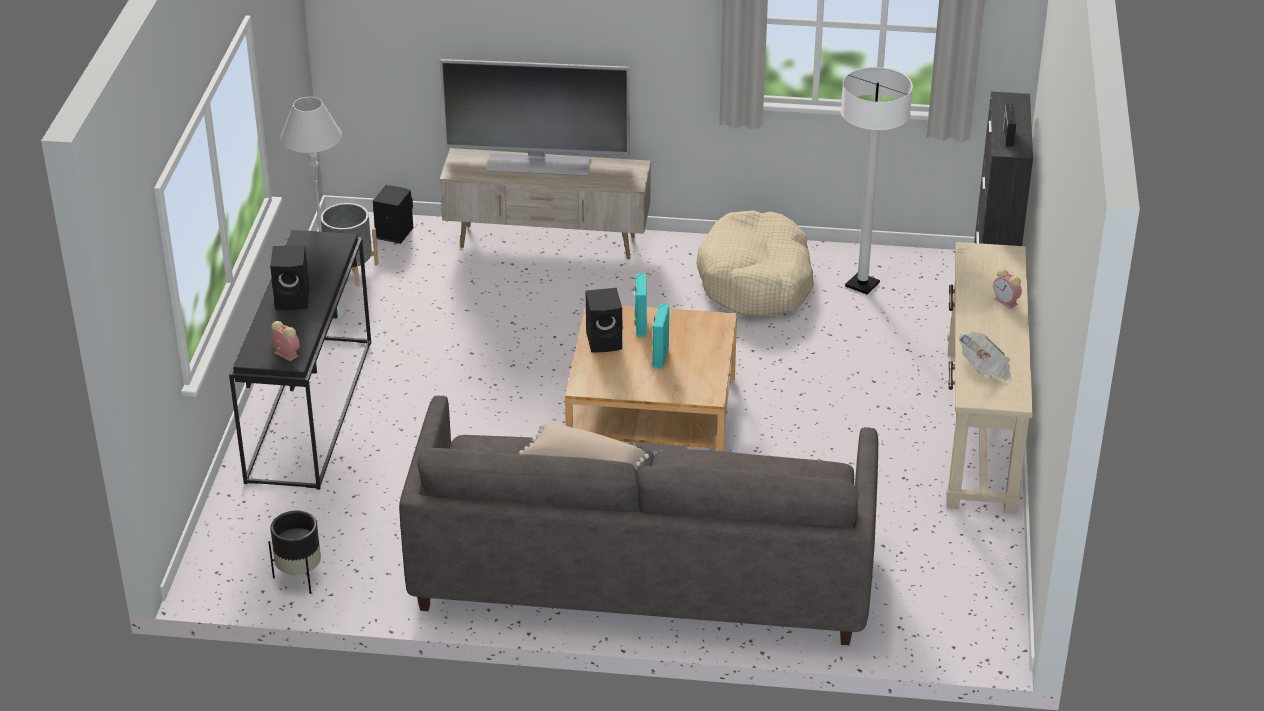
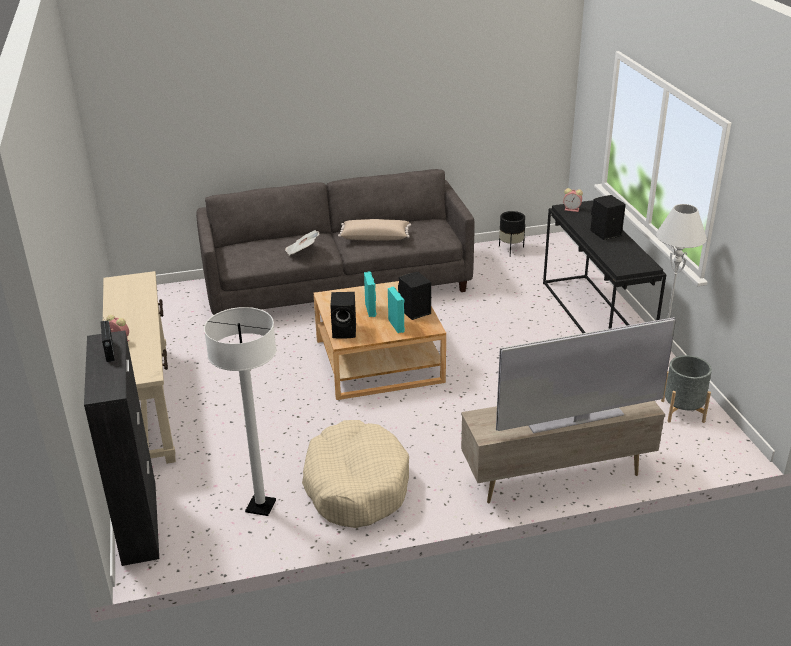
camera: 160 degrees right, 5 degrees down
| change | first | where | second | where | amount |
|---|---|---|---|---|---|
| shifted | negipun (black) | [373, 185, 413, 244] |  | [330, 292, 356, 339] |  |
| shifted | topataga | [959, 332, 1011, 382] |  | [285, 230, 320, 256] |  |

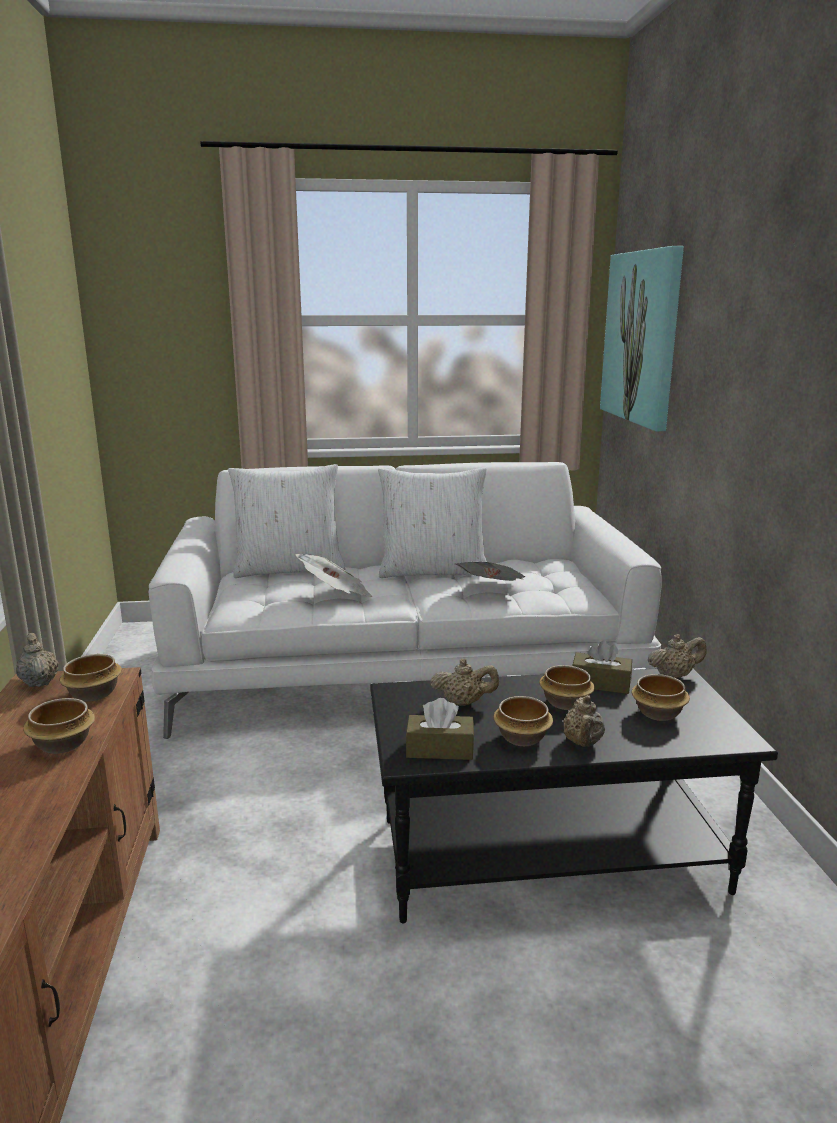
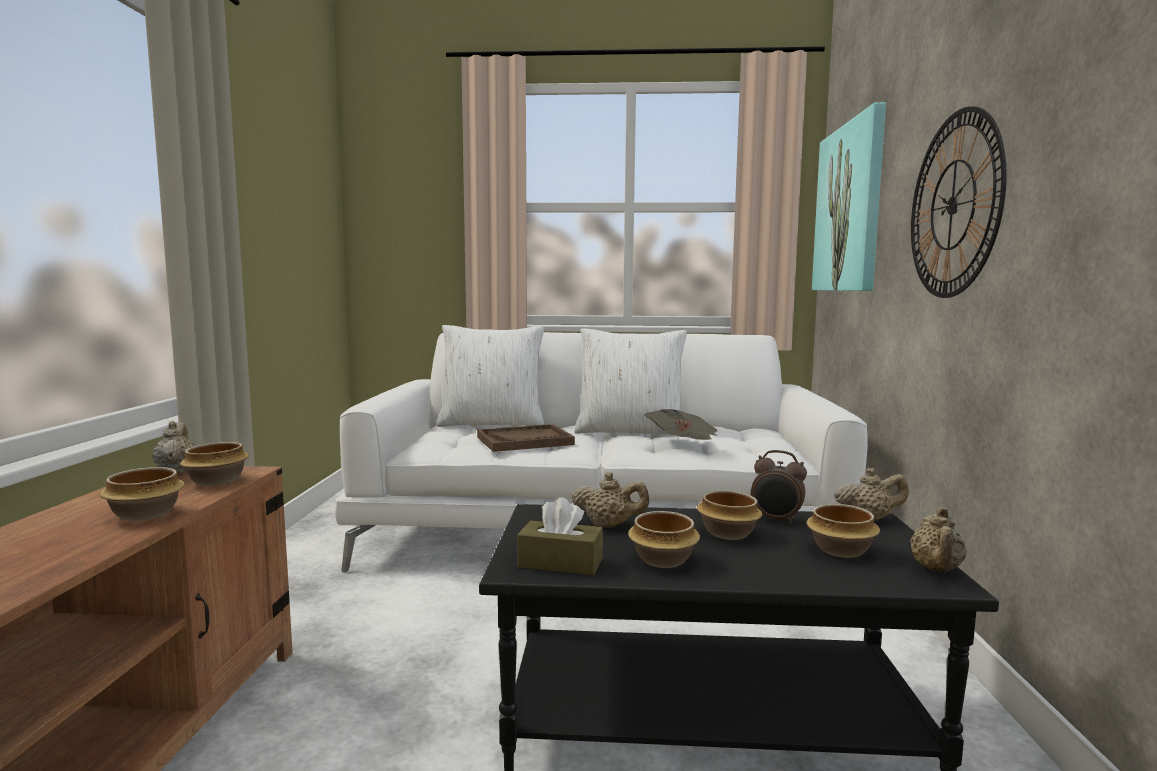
camera: 10 degrees right, 10 degrees down
| change | first | where | second | where | amount |
|---|---|---|---|---|---|
| swapped | topataga | [295, 554, 373, 597] | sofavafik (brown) | [477, 424, 575, 452] |  |
| shifted | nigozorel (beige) | [563, 695, 605, 747] |  | [910, 507, 967, 572] |  |
| swapped | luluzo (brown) | [572, 640, 632, 694] | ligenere | [751, 450, 807, 525] |  |
| new |  |  | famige | [911, 106, 1007, 298] |  |

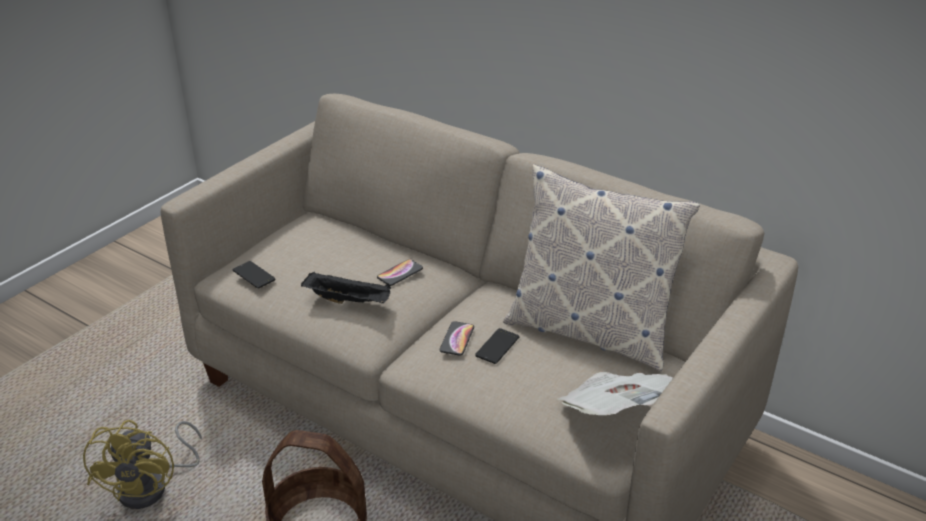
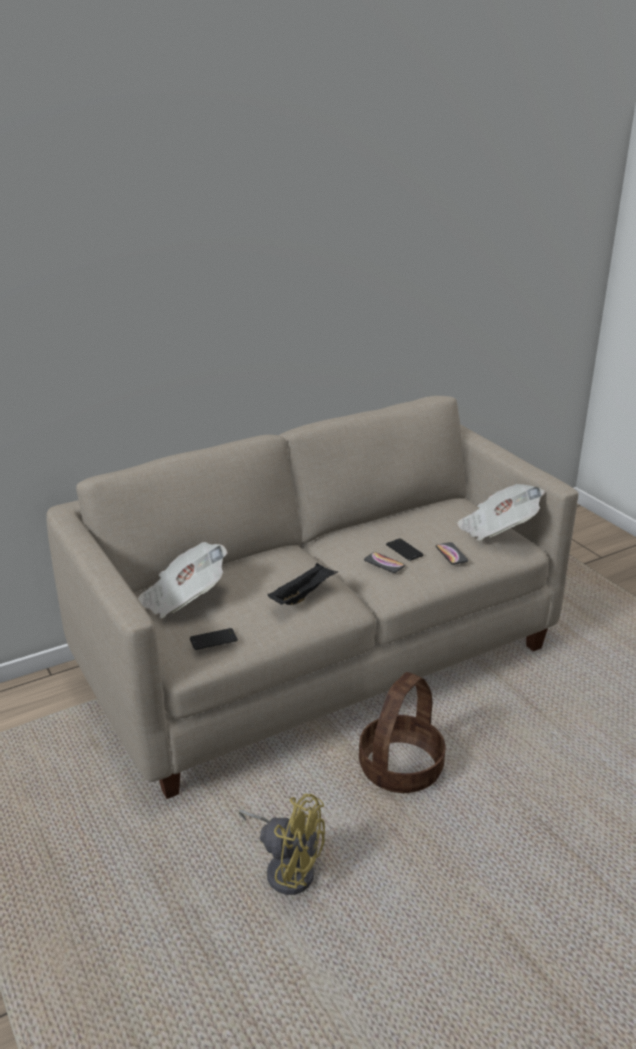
camera: 65 degrees left, 5 degrees down
| change | first | where | second | where | amount |
|---|---|---|---|---|---|
| shifted | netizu | [377, 259, 423, 286] |  | [436, 542, 468, 565] |  |
| gone | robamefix | [503, 164, 700, 372] |  |  |  |
| new |  |  | topataga | [138, 542, 228, 618] |  |

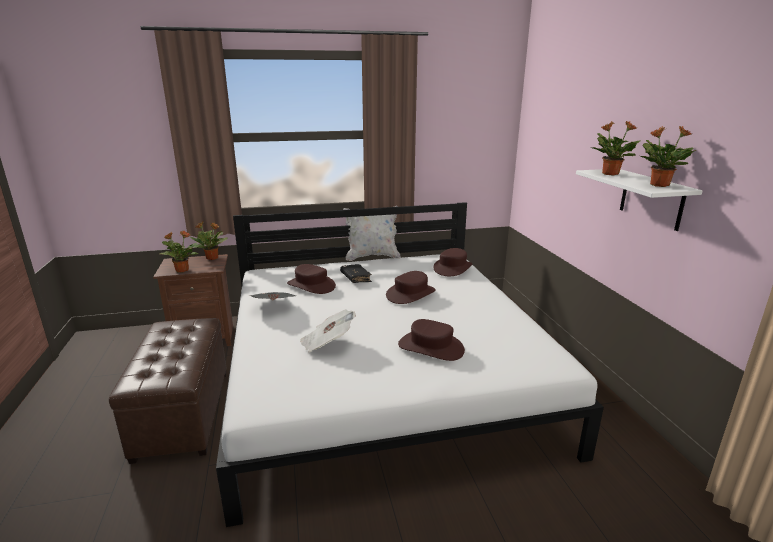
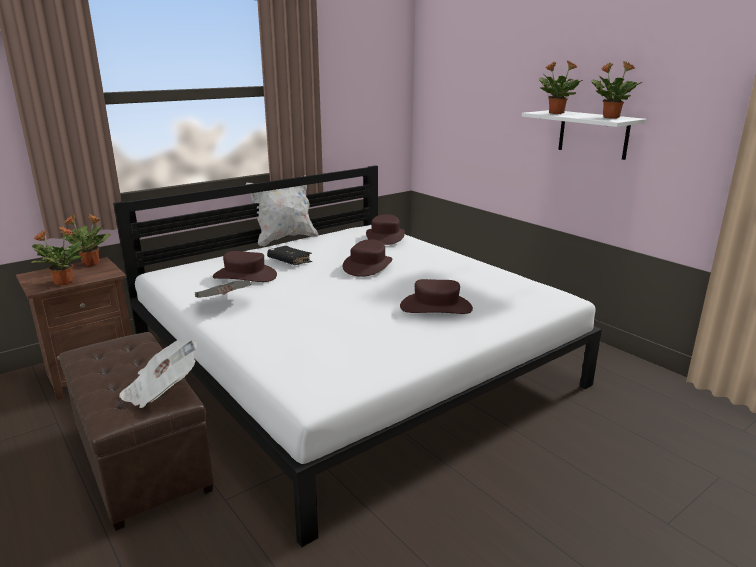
camera: 25 degrees left, 0 degrees up
| change | first | where | second | where | amount |
|---|---|---|---|---|---|
| shifted | topataga | [300, 309, 356, 352] |  | [119, 340, 198, 408] |  |

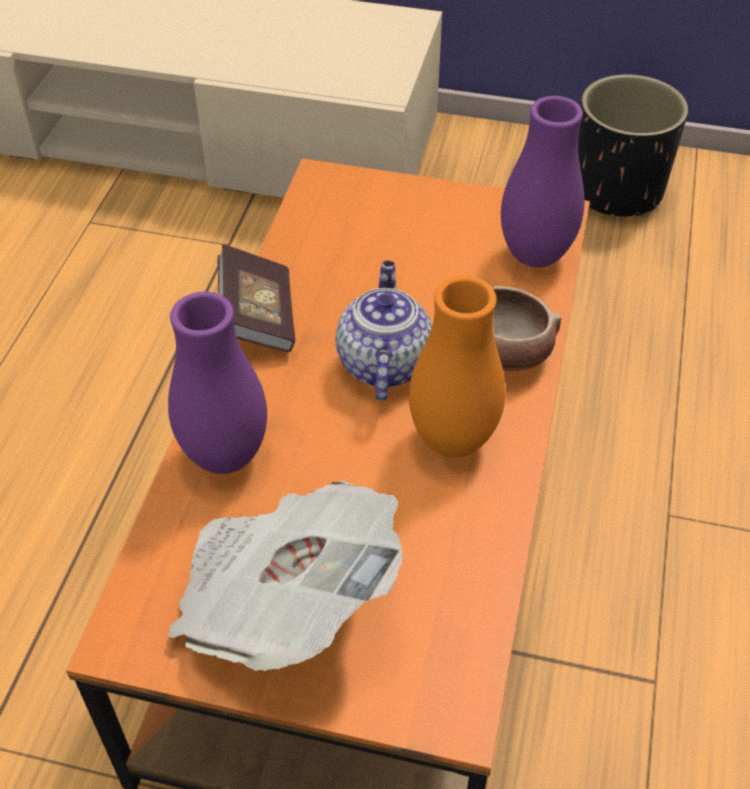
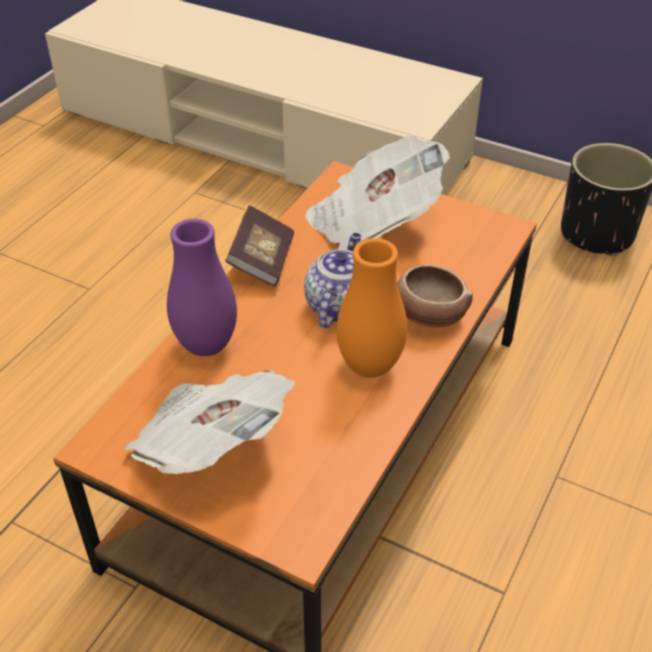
camera: 15 degrees right, 5 degrees down
| change | first | where | second | where | amount |
|---|---|---|---|---|---|
| gone | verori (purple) | [501, 96, 584, 267] |  |  |  |
| new |  |  | topataga | [305, 135, 450, 250] |  |

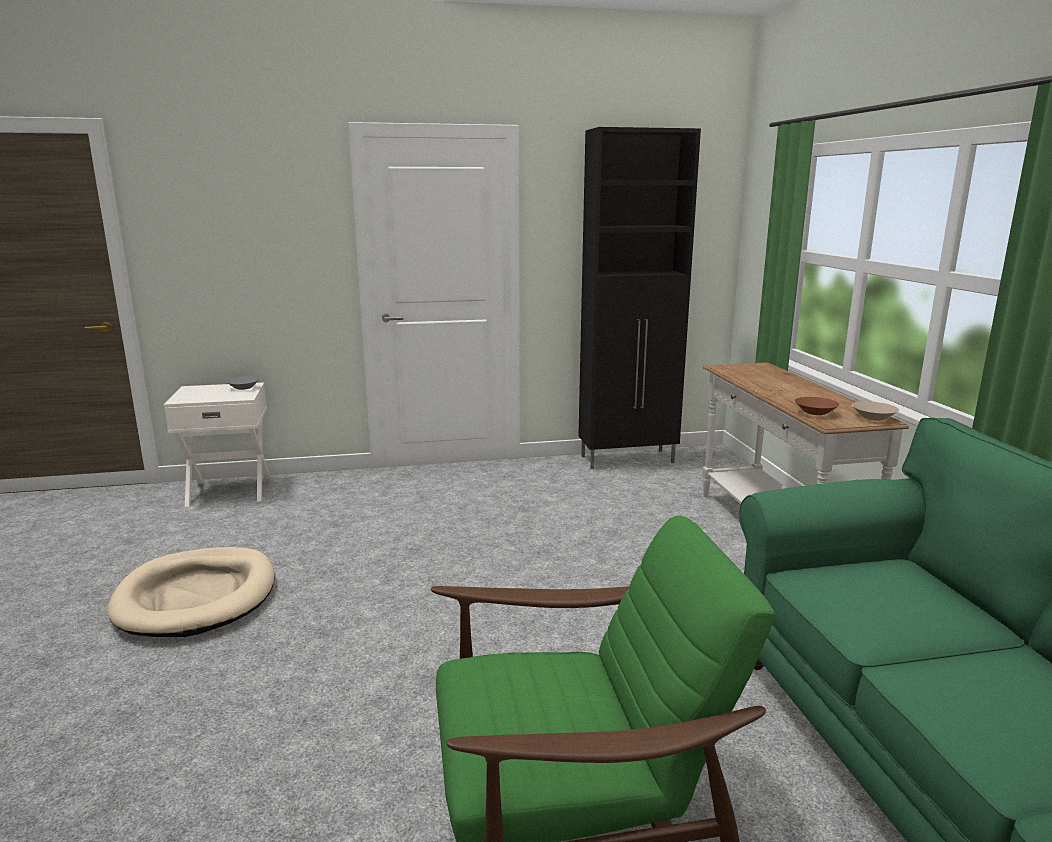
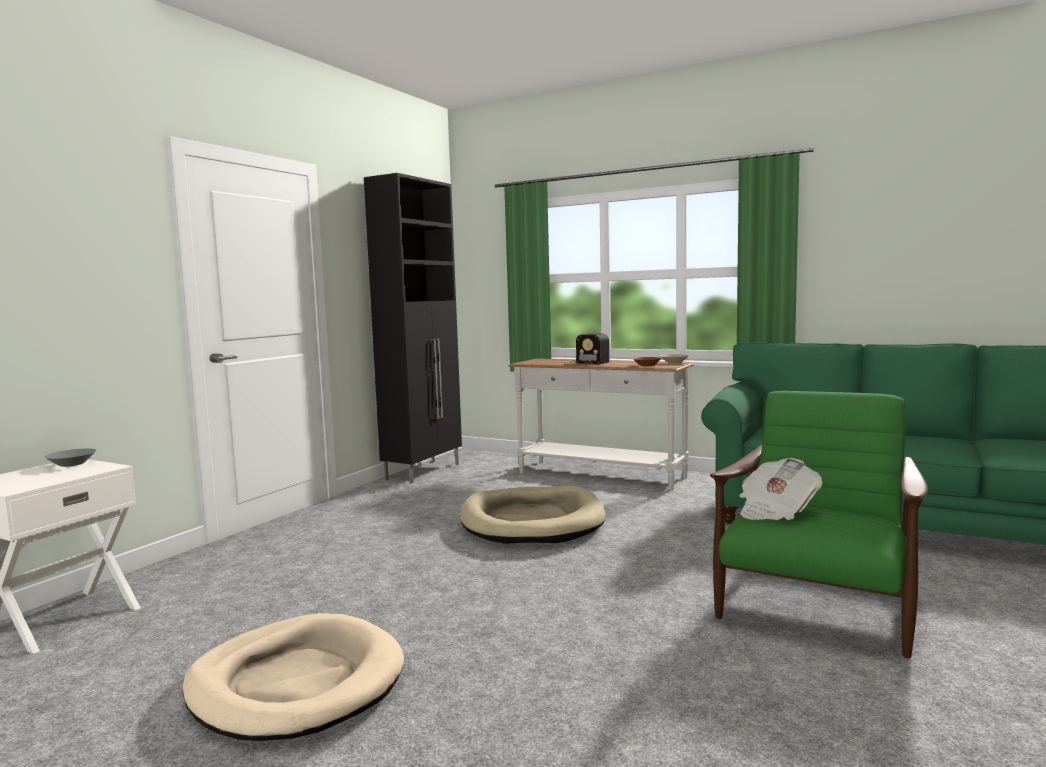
camera: 50 degrees left, 10 degrees down
| change | first | where | second | where | amount |
|---|---|---|---|---|---|
| new |  |  | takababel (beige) | [460, 485, 606, 544] |  |
| new |  |  | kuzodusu | [564, 333, 609, 364] |  |
| new |  |  | topataga | [739, 458, 822, 520] |  |

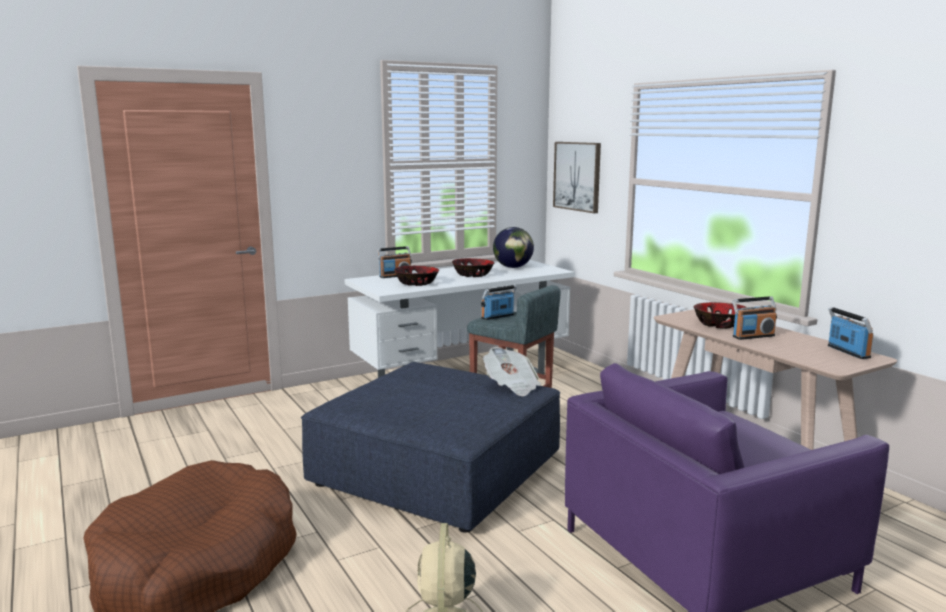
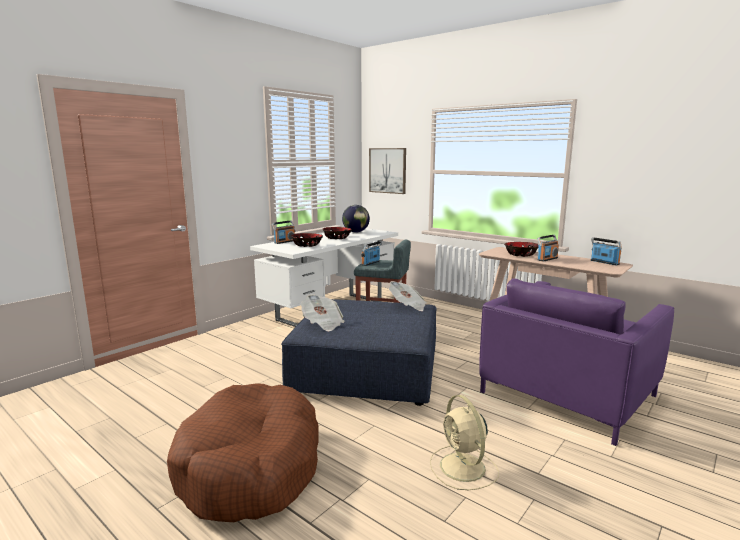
camera: 20 degrees left, 0 degrees up
| change | first | where | second | where | amount |
|---|---|---|---|---|---|
| new |  |  | topataga | [300, 294, 345, 331] |  |

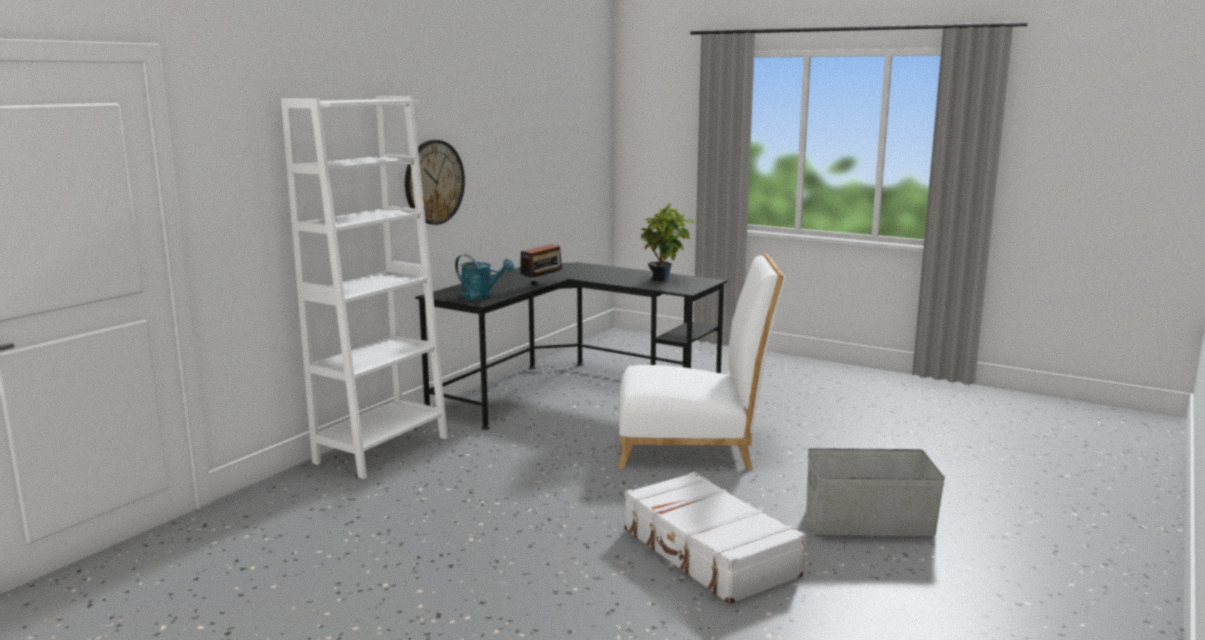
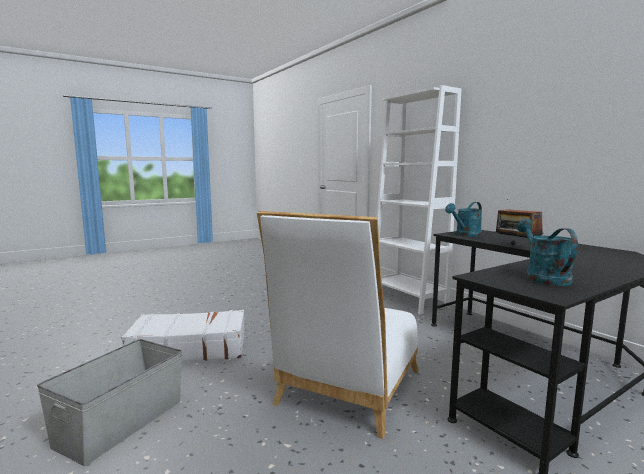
camera: 115 degrees right, 5 degrees down
| change | first | where | second | where | amount |
|---|---|---|---|---|---|
| gone | famige | [405, 140, 465, 225] |  |  |  |
| swapped | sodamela | [641, 203, 695, 282] | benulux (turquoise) | [517, 219, 578, 286] |  |

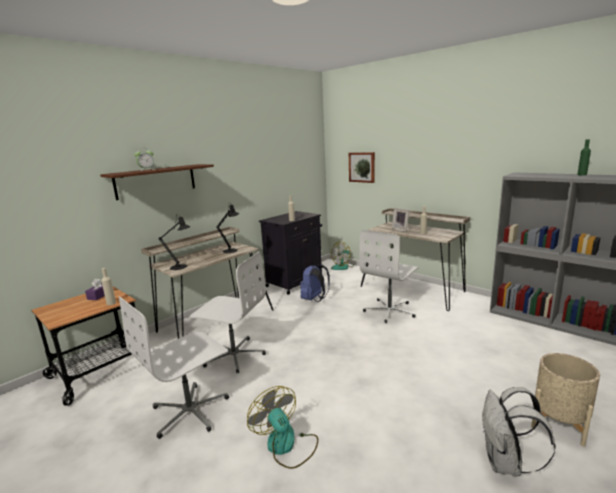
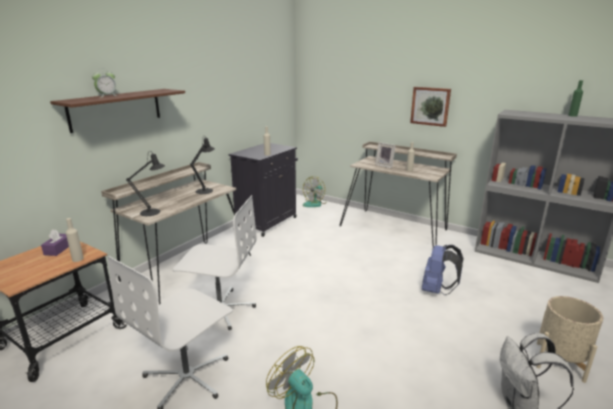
camera: 10 degrees left, 5 degrees up
| change | first | where | second | where | amount |
|---|---|---|---|---|---|
| shifted | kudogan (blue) | [300, 264, 330, 302] |  | [422, 245, 463, 295] |  |
| shifted | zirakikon | [349, 152, 375, 183] |  | [410, 87, 451, 127] |  |
| gone | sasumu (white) | [359, 230, 419, 323] |  |  |  |

